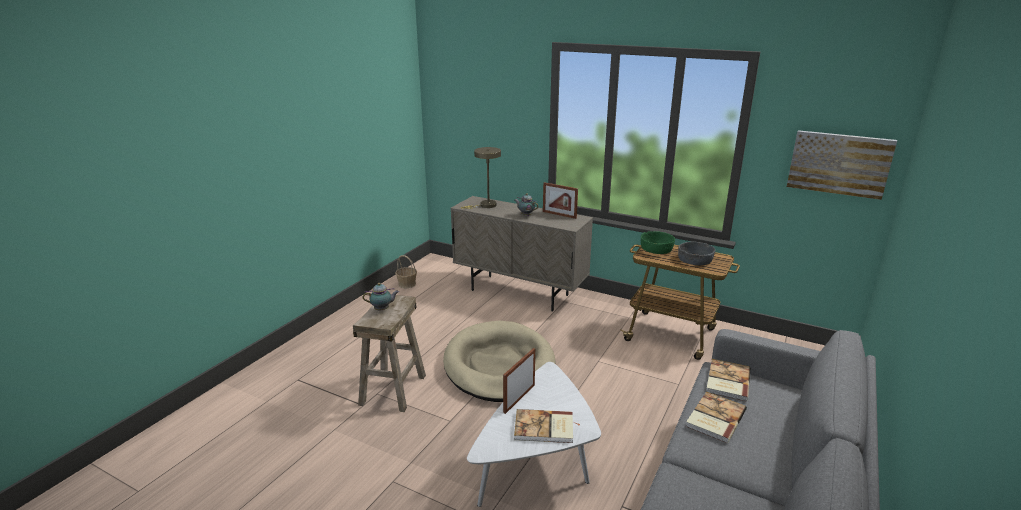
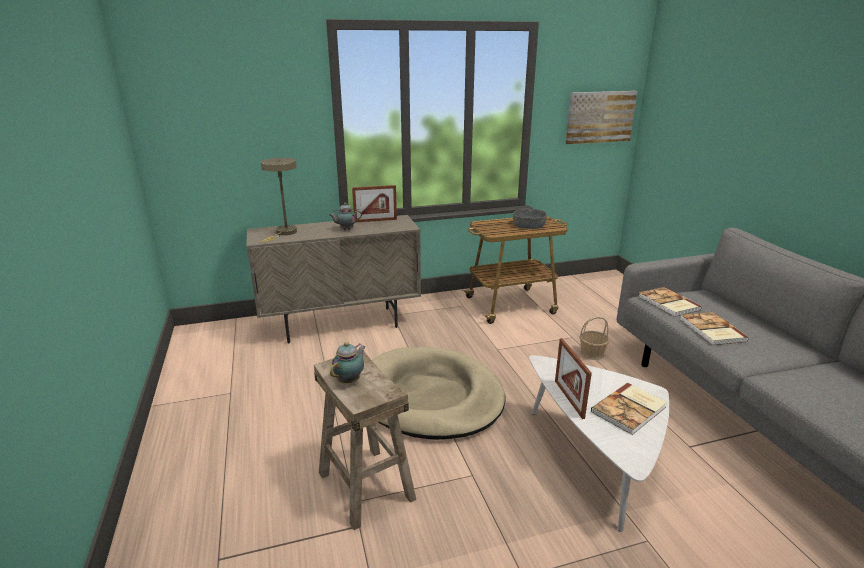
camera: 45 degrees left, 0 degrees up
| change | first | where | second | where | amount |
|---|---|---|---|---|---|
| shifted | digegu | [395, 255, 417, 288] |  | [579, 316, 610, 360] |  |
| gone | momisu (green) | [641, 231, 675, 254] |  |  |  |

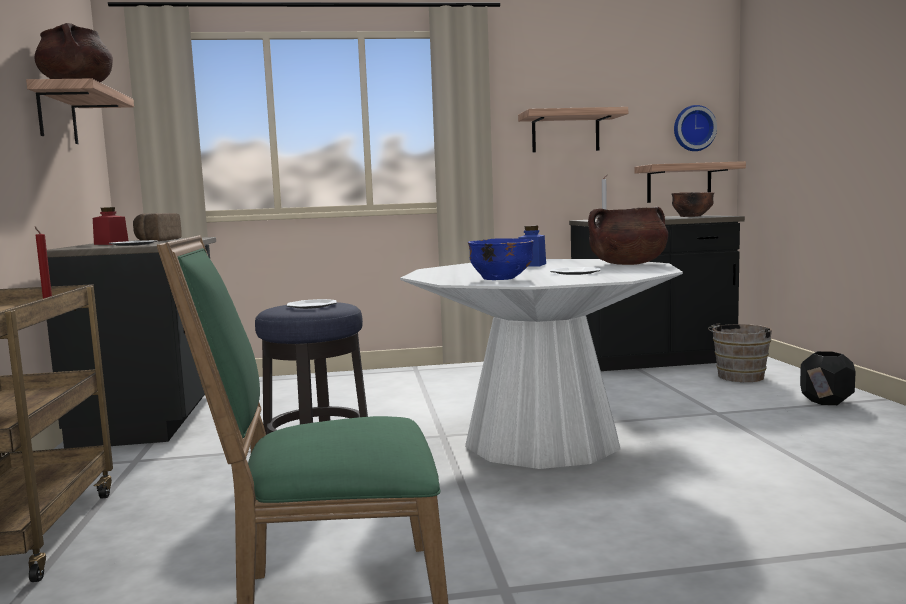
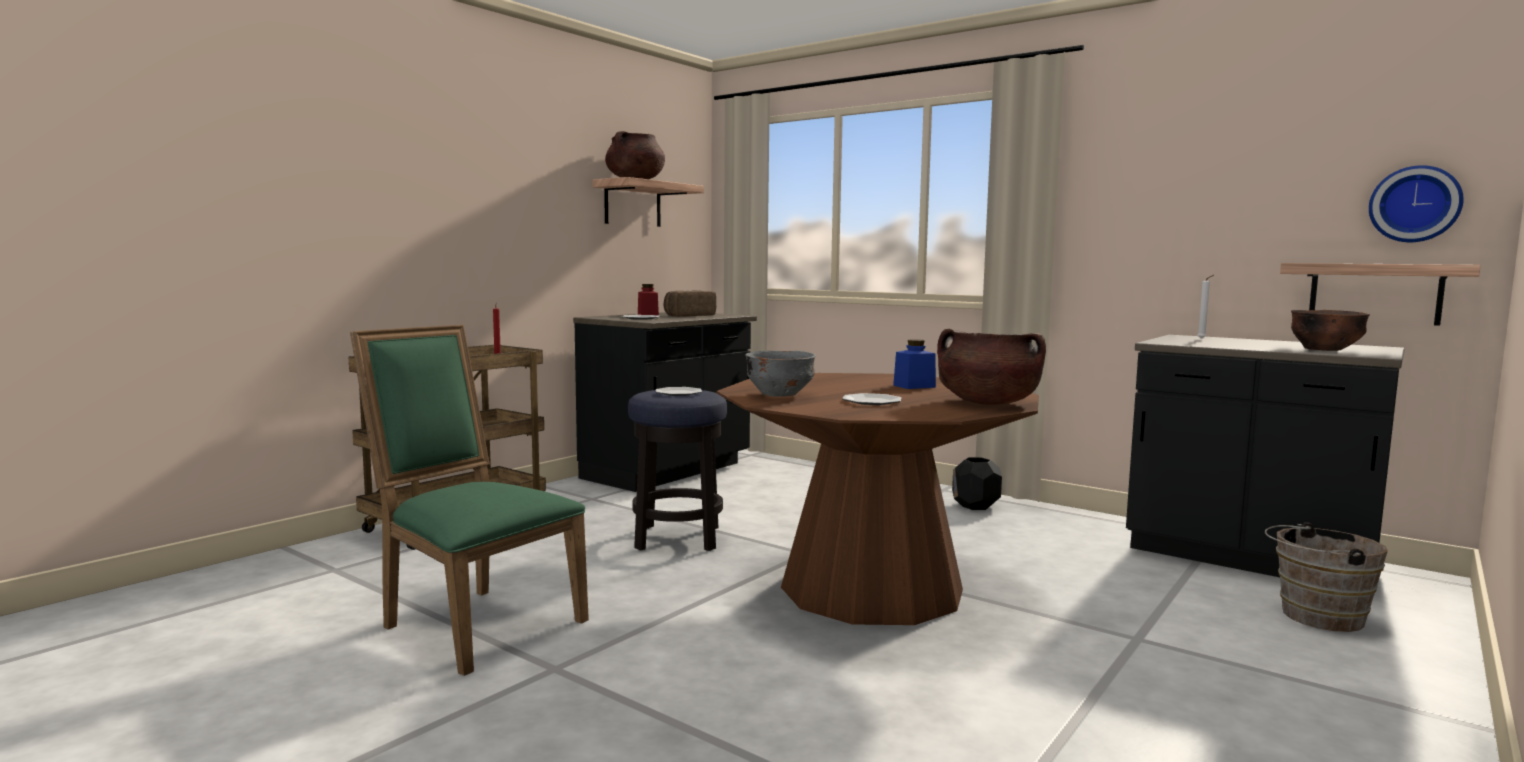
camera: 45 degrees right, 0 degrees up
| change | first | where | second | where | amount |
|---|---|---|---|---|---|
| repainted | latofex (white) | [400, 259, 683, 469] | latofex (brown) | [716, 373, 1039, 625] |  |
| repainted | momisu (blue) | [468, 238, 534, 280] | momisu (grey) | [745, 351, 816, 397] |  |
| gone | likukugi | [518, 107, 628, 152] |  |  |  |
| shifted | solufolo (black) | [800, 351, 856, 405] |  | [952, 457, 1002, 510] |  |

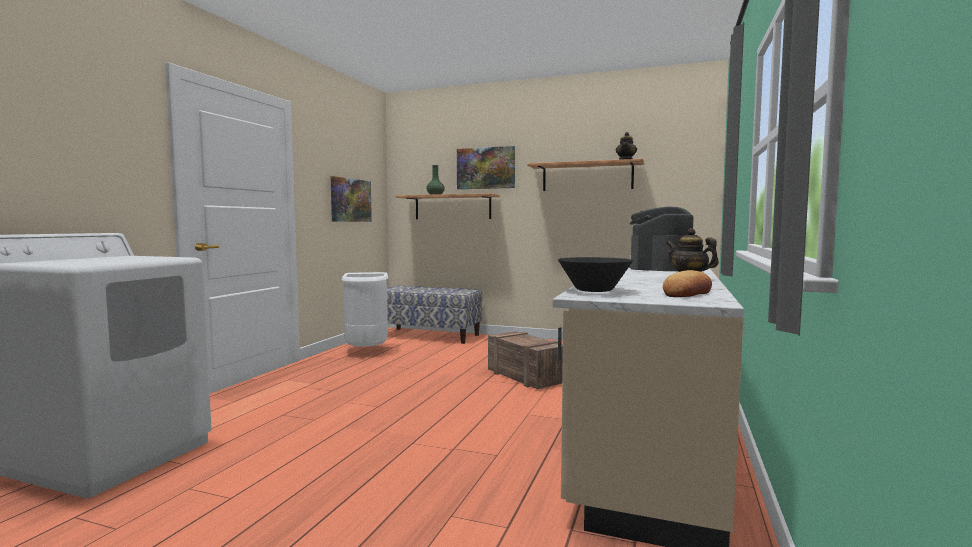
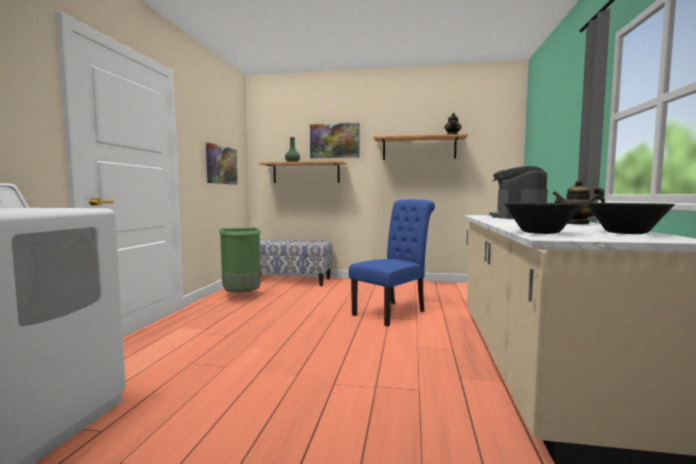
camera: 10 degrees left, 0 degrees up
| change | first | where | second | where | amount |
|---|---|---|---|---|---|
| repainted | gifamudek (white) | [342, 272, 388, 347] | gifamudek (green) | [219, 227, 261, 293] |  |
| swapped | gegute | [488, 331, 563, 389] | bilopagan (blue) | [349, 199, 435, 327] |  |
| swapped | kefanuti | [663, 270, 712, 297] | momisu (black) | [587, 203, 675, 234] |  |

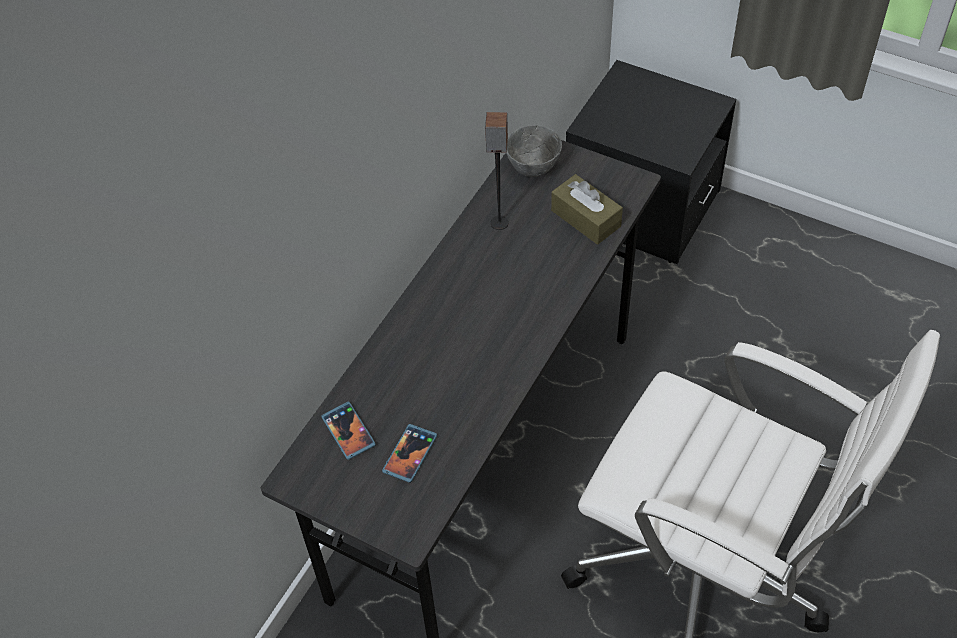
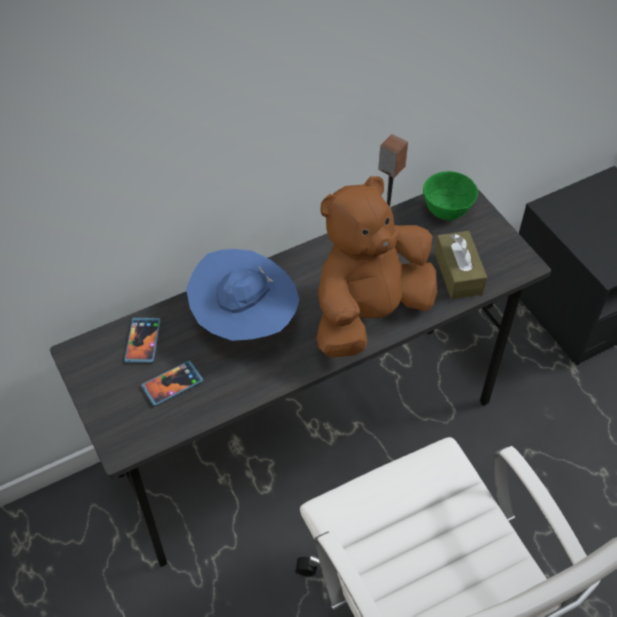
camera: 30 degrees right, 0 degrees up
| change | first | where | second | where | amount |
|---|---|---|---|---|---|
| repainted | momisu (grey) | [506, 125, 562, 177] | momisu (green) | [423, 171, 478, 220] |  |
| new |  |  | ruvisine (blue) | [186, 249, 300, 341] |  |
| new |  |  | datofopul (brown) | [317, 176, 438, 358] |  |

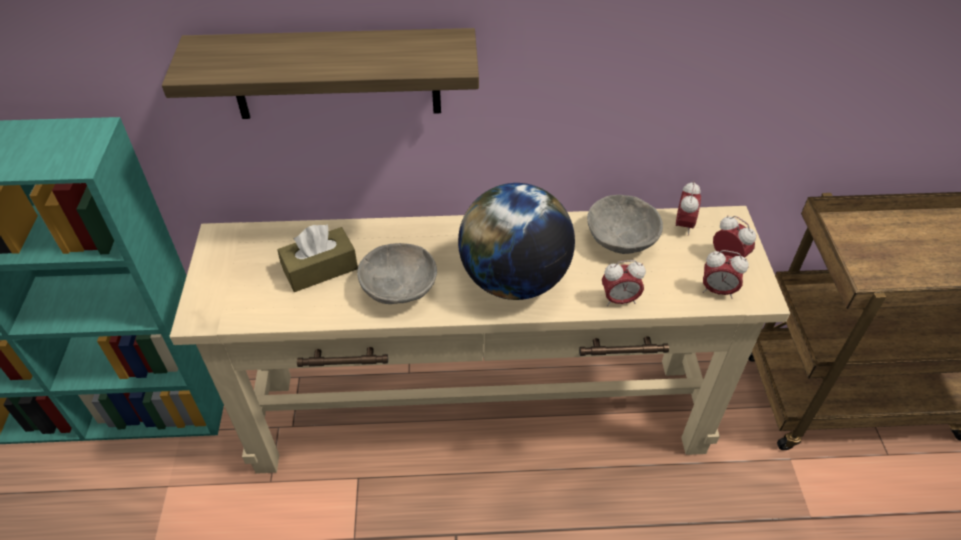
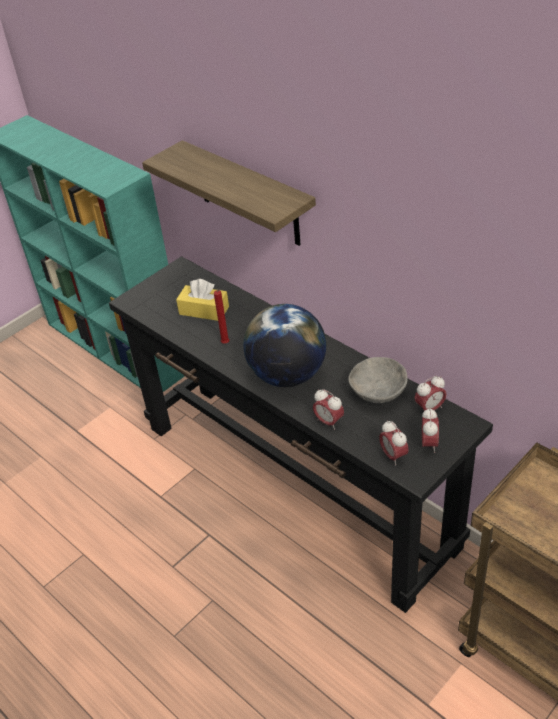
camera: 50 degrees right, 5 degrees down
| change | first | where | second | where | amount |
|---|---|---|---|---|---|
| repainted | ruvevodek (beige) | [170, 206, 790, 474] | ruvevodek (black) | [109, 256, 493, 613] |  |
| repainted | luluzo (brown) | [277, 224, 358, 292] | luluzo (yellow) | [176, 279, 229, 321] |  |
| swapped | momisu (grey) | [357, 243, 437, 304] | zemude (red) | [214, 289, 230, 344] |  |

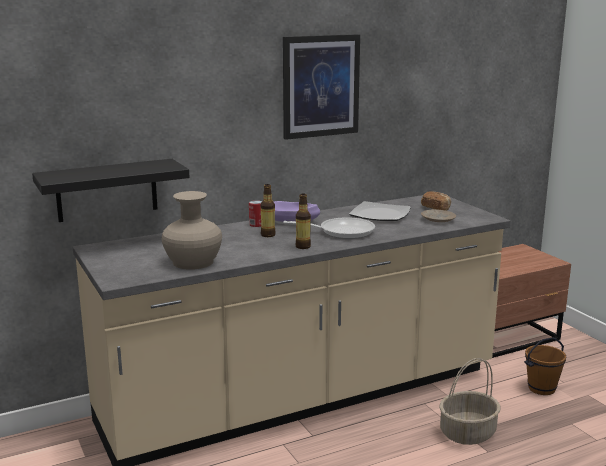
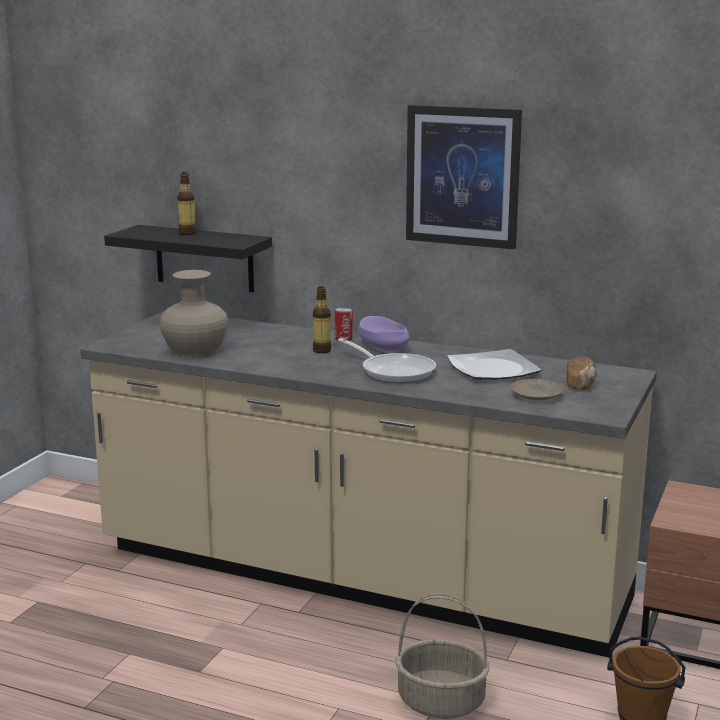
camera: 50 degrees right, 0 degrees up
| change | first | where | second | where | amount |
|---|---|---|---|---|---|
| shifted | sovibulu | [296, 194, 311, 249] |  | [177, 172, 196, 235] |  |

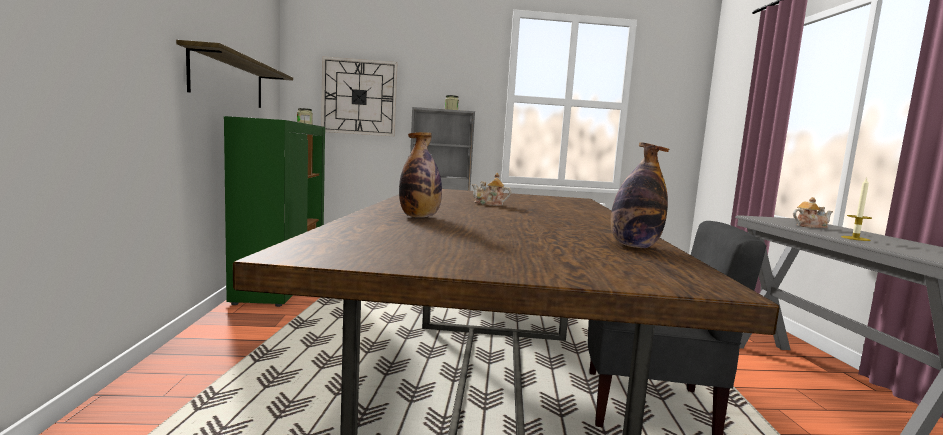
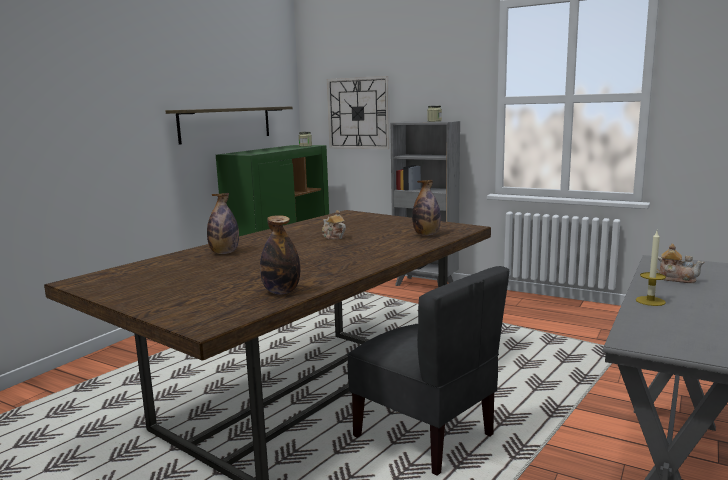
camera: 35 degrees right, 5 degrees up
| change | first | where | second | where | amount |
|---|---|---|---|---|---|
| new |  |  | sovibulu | [412, 179, 441, 236] |  |

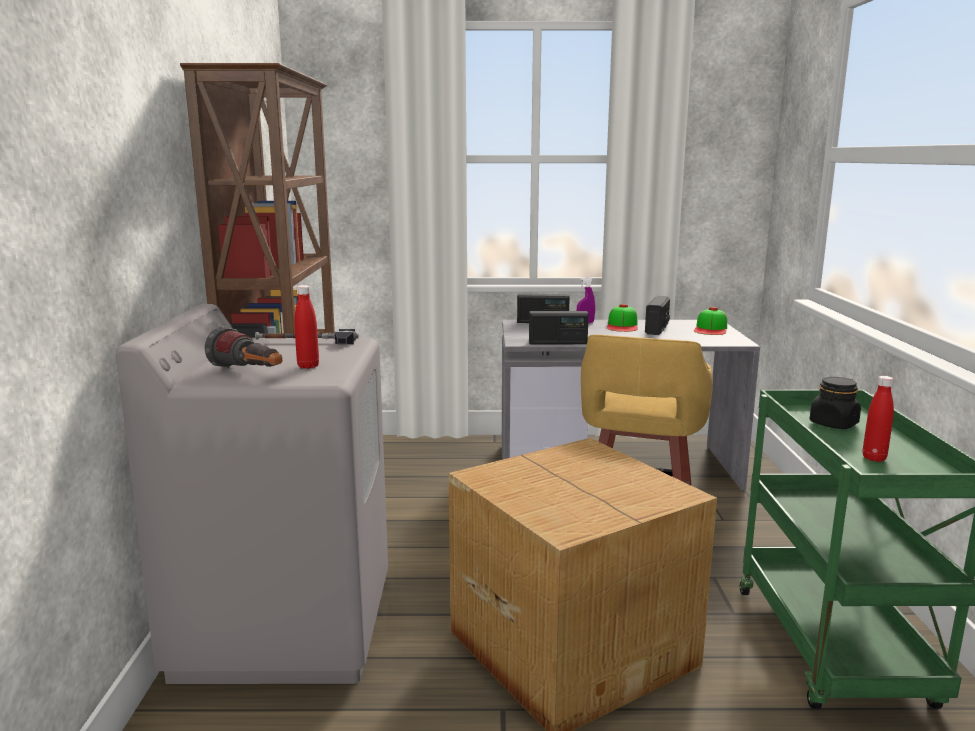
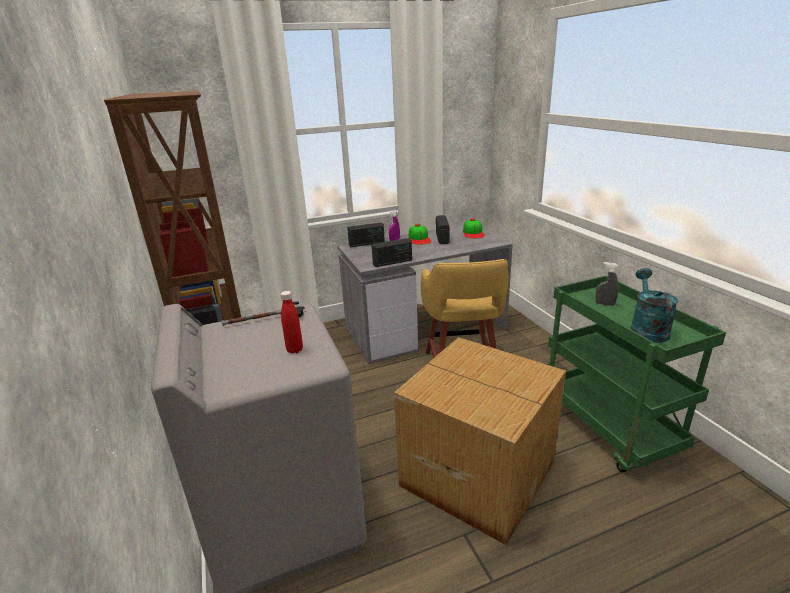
camera: 20 degrees left, 10 degrees up
| change | first | where | second | where | amount |
|---|---|---|---|---|---|
| gone | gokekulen | [205, 326, 282, 368] |  |  |  |
| swapped | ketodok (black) | [810, 377, 861, 429] | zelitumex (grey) | [595, 262, 619, 306] |  |
| swapped | sovibulu (red) | [863, 376, 894, 462] | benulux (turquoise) | [630, 268, 679, 343] |  |

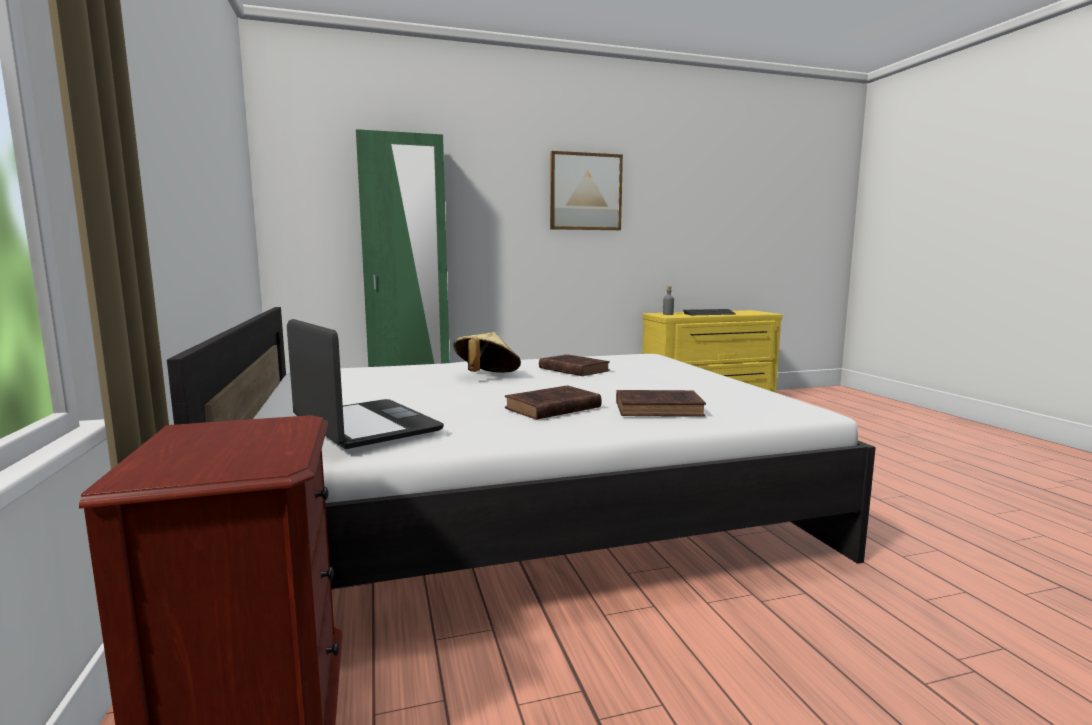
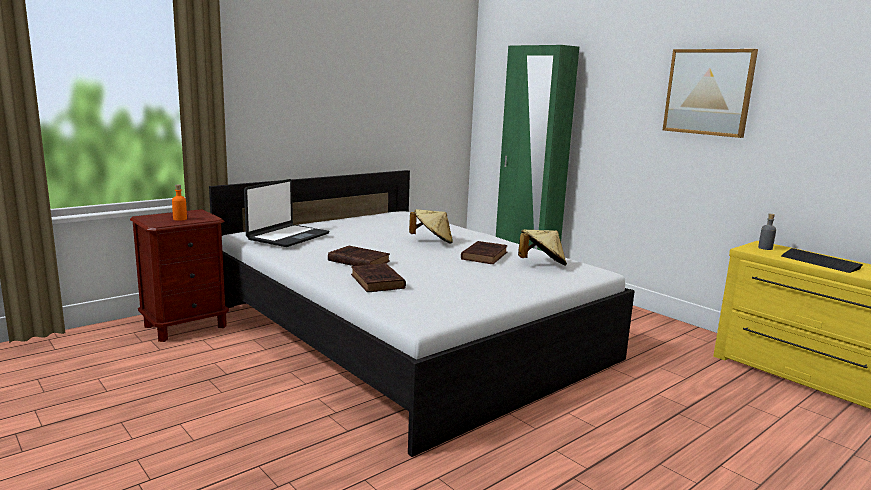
camera: 65 degrees right, 5 degrees up
| change | first | where | second | where | amount |
|---|---|---|---|---|---|
| new |  |  | sovibulu (orange) | [172, 185, 187, 221] |  |
| new |  |  | ruvisine (beige) | [518, 230, 567, 265] |  |

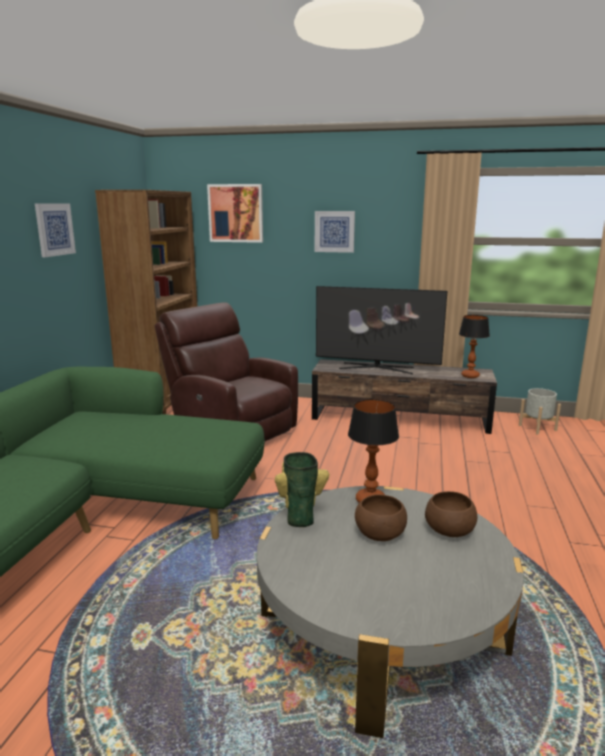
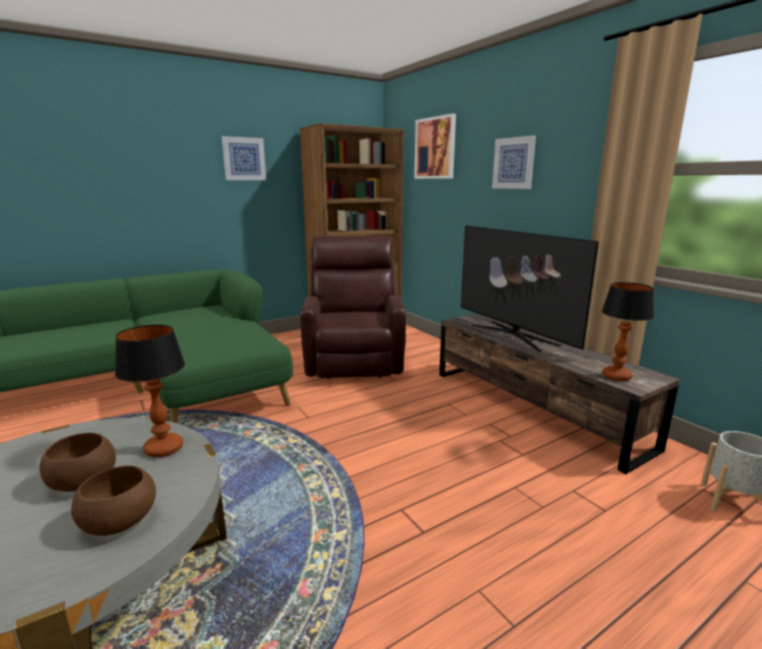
camera: 45 degrees right, 0 degrees up
| change | first | where | second | where | amount |
|---|---|---|---|---|---|
| gone | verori | [275, 452, 330, 527] |  |  |  |

